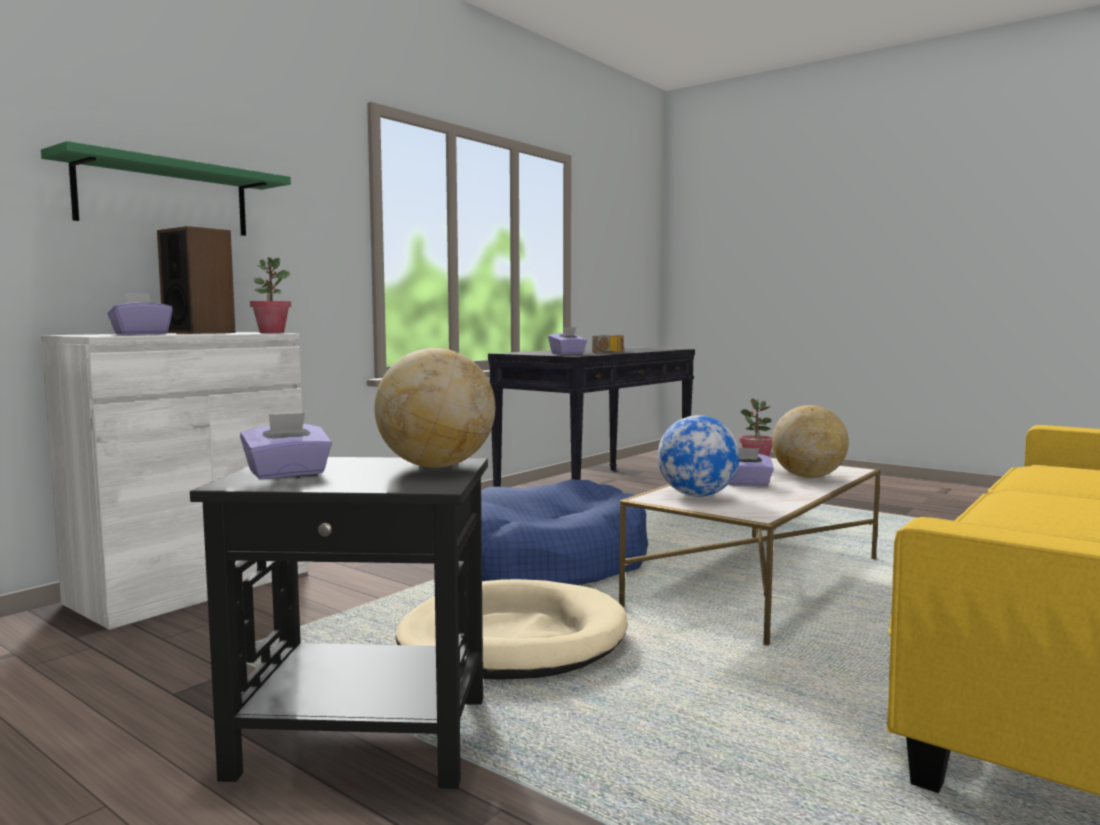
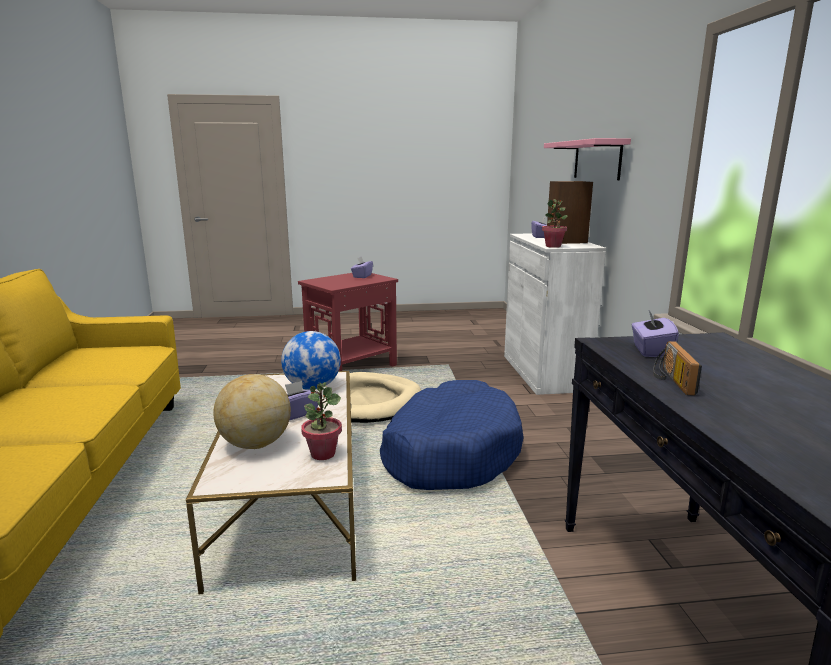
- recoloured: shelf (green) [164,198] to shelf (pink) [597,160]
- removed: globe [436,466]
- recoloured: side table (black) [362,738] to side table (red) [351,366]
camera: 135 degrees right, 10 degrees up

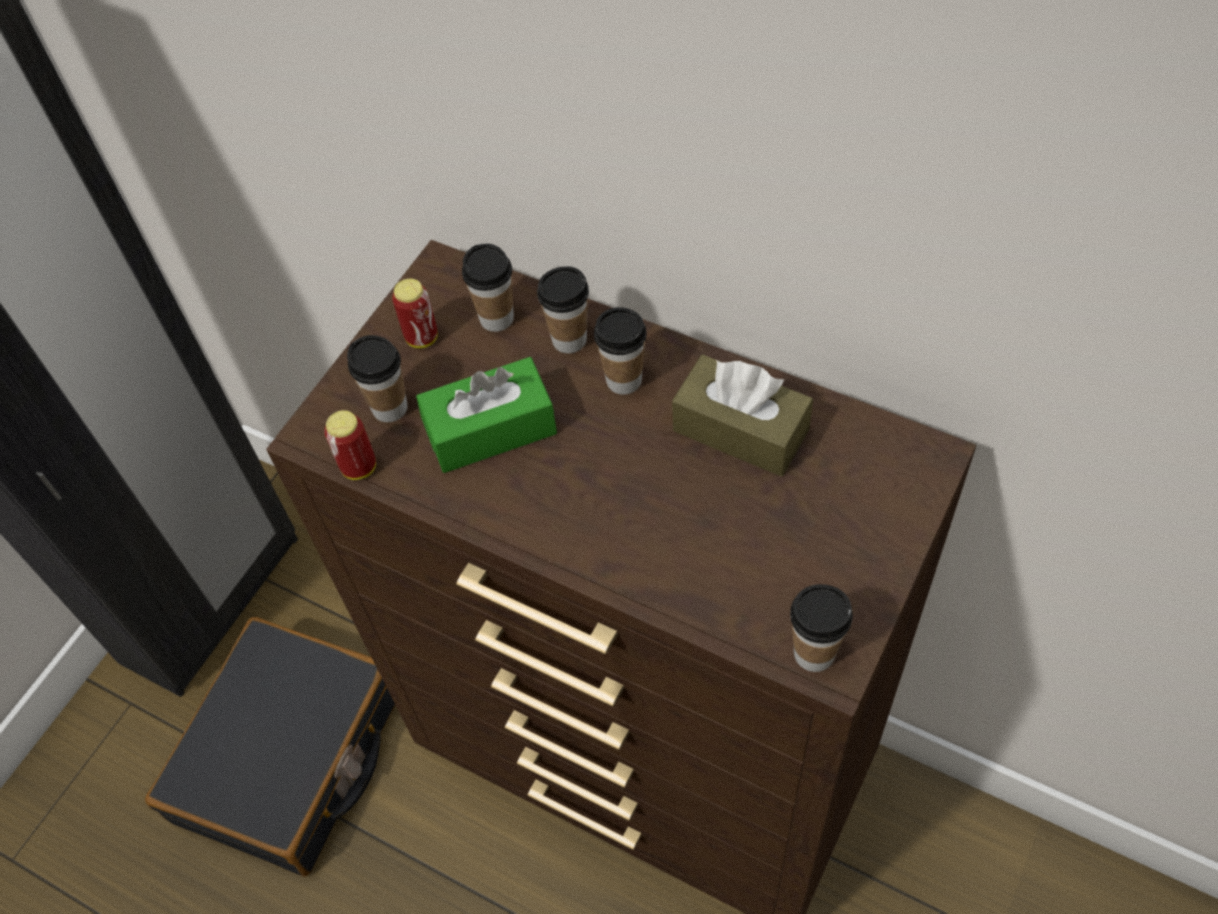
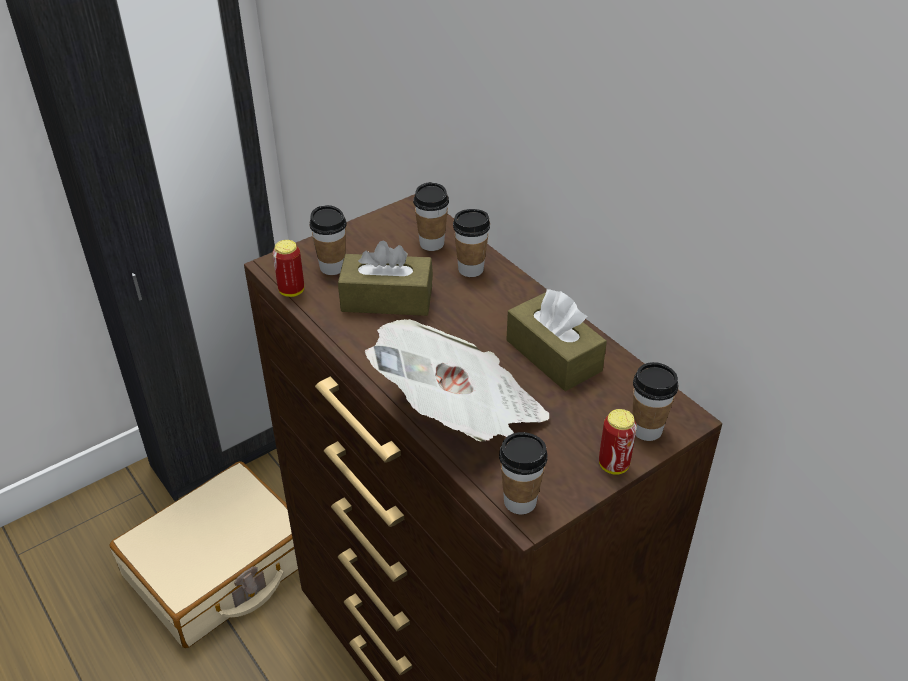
- moved: can [422,337] to [613,465]
- moved: cup [624,380] to [646,430]
- recoloured: tissue box (green) [490,429] to tissue box (brown) [387,299]
- recoloured: suitcase (black) [290,757] to suitcase (beige) [219,568]
- added: newspaper [460,414]
camera: 20 degrees right, 15 degrees down

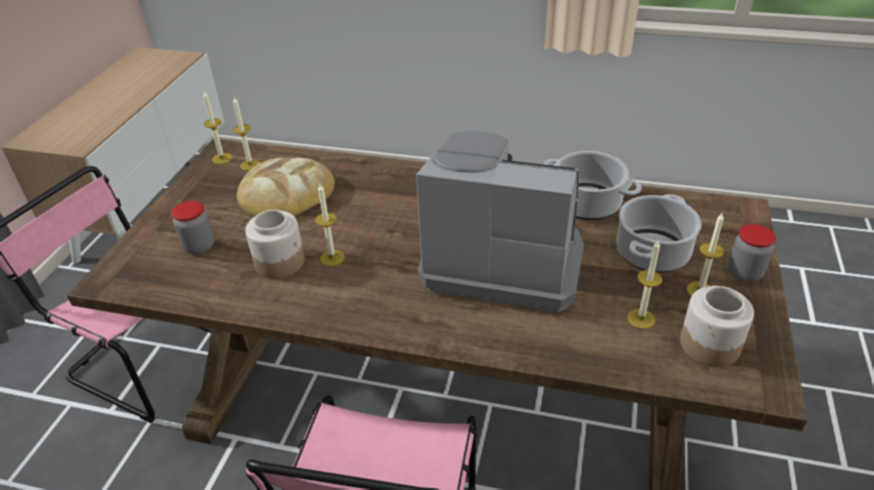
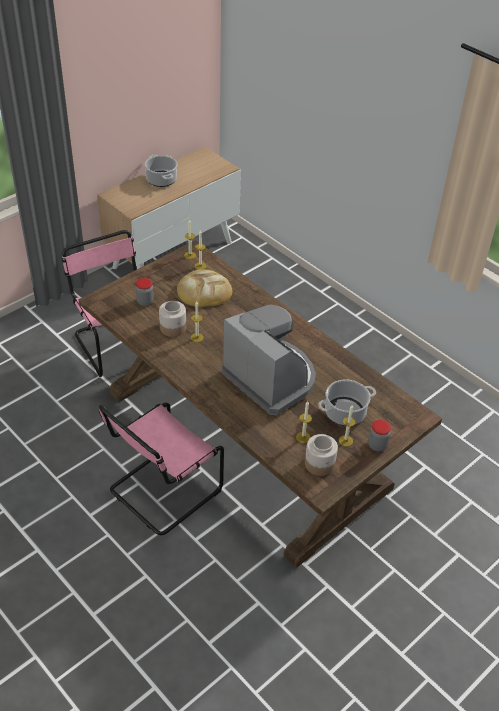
- moved: cooking pot [586,204] to [161,180]
camera: 30 degrees right, 5 degrees up

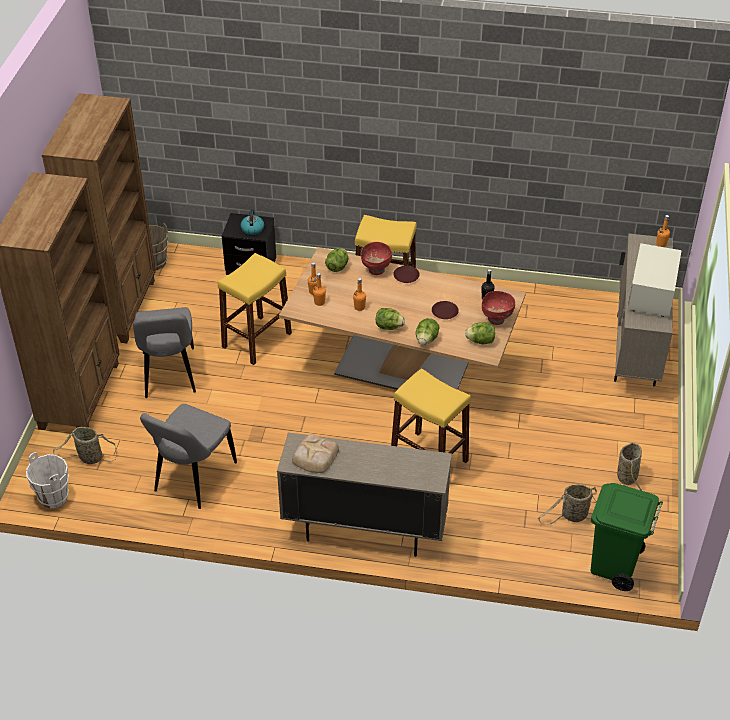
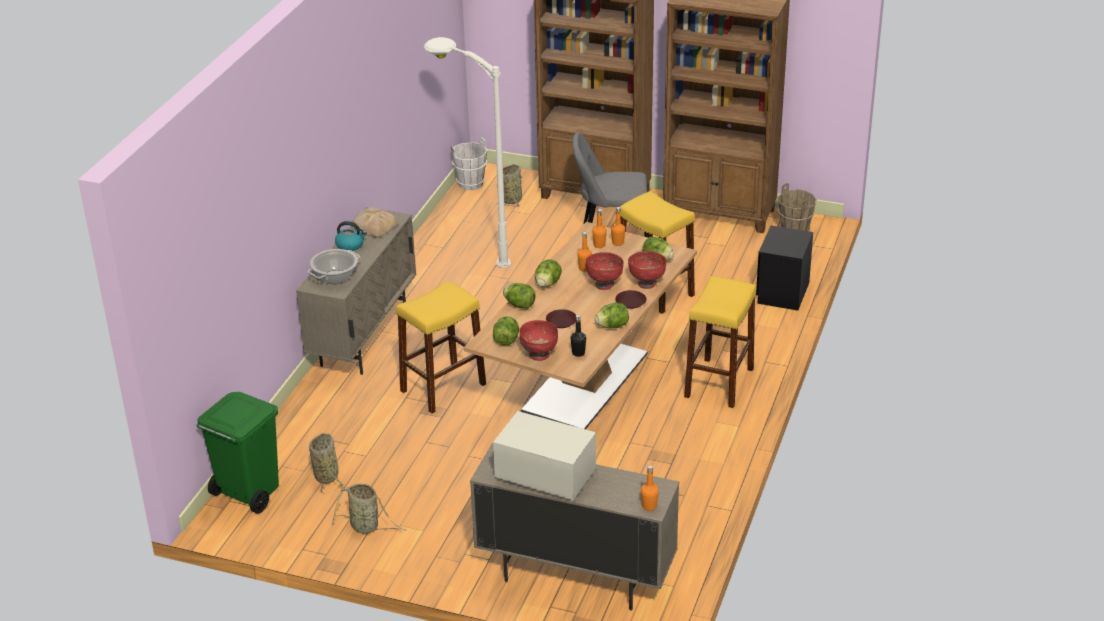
- moved: kettle [252,228] to [350,245]
- replaced: chair (grey) [193,479] to floor lamp (white) [466,250]
- added: cooking pot [335,277]
- added: bowl (red) [604,284]
- added: lettuce [612,326]
camera: 100 degrees right, 10 degrees down

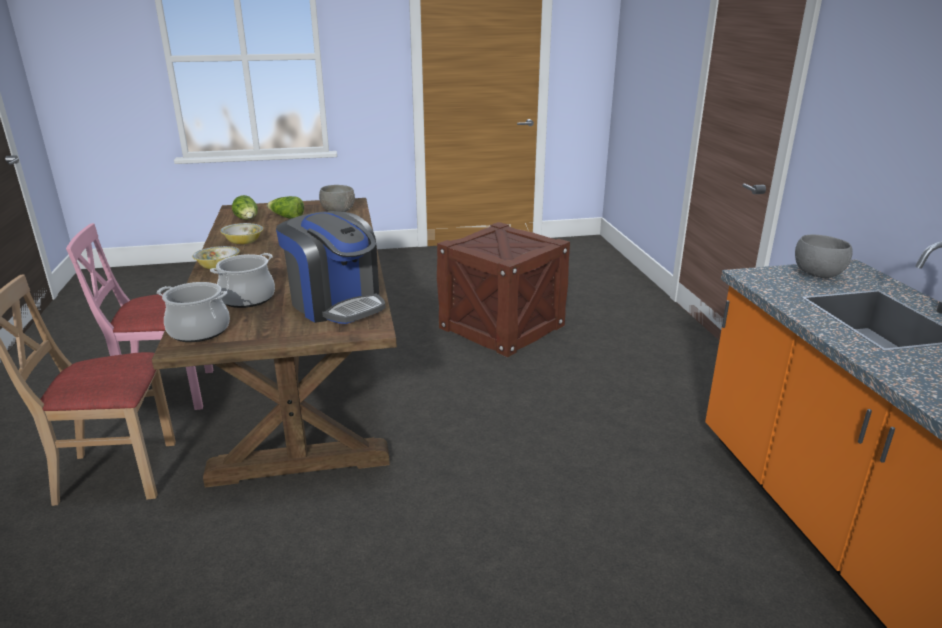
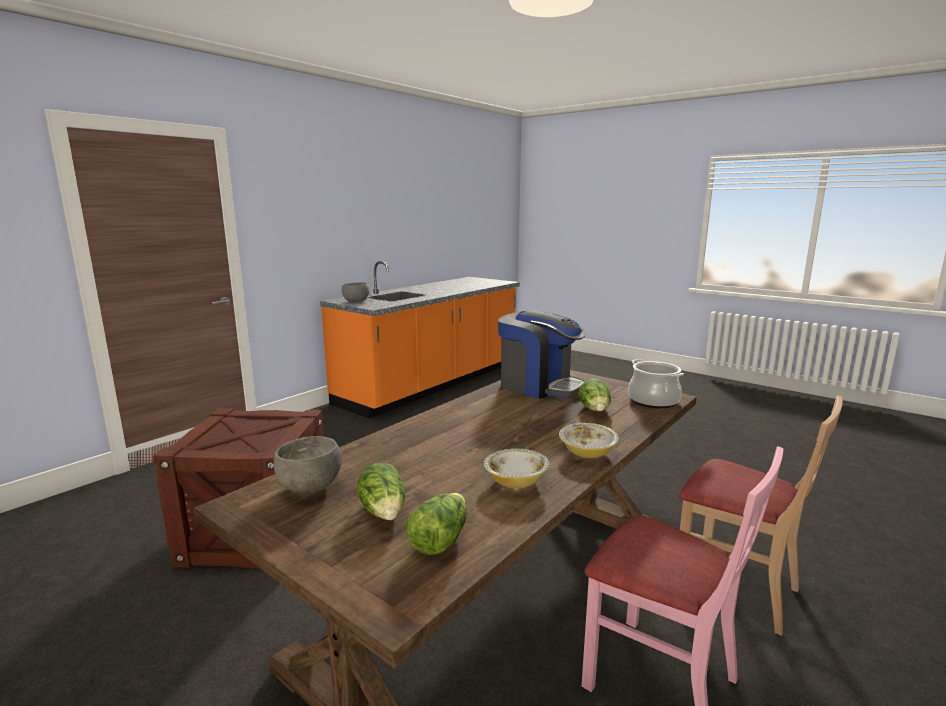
- turned: coffee machine [336,304] = [539,386] 120 degrees clockwise
- replaced: cooking pot [247,298] to lettuce [595,410]
camera: 130 degrees left, 10 degrees down

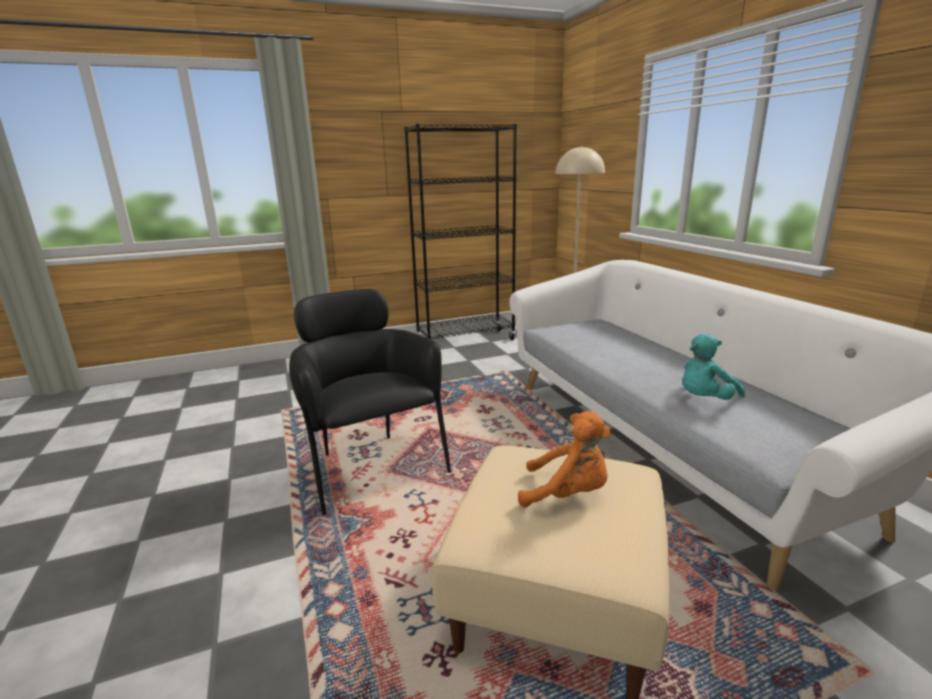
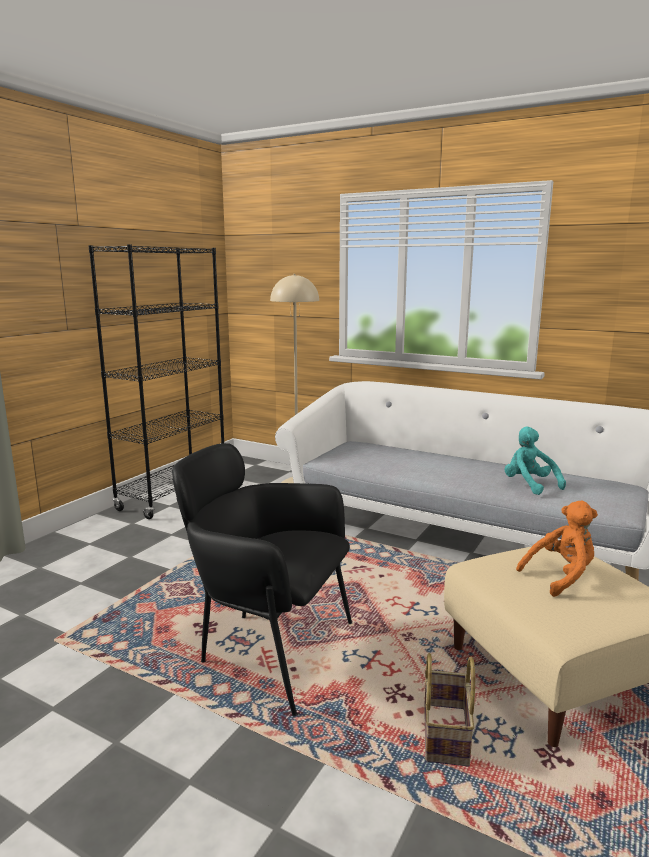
- turned: plush toy (turquoise) [704,399] = [529,485] 135 degrees clockwise
- added: basket [447,737]
camera: 40 degrees left, 5 degrees down

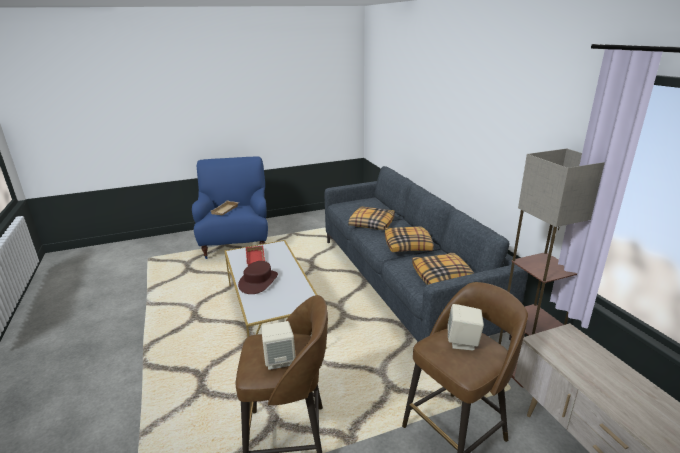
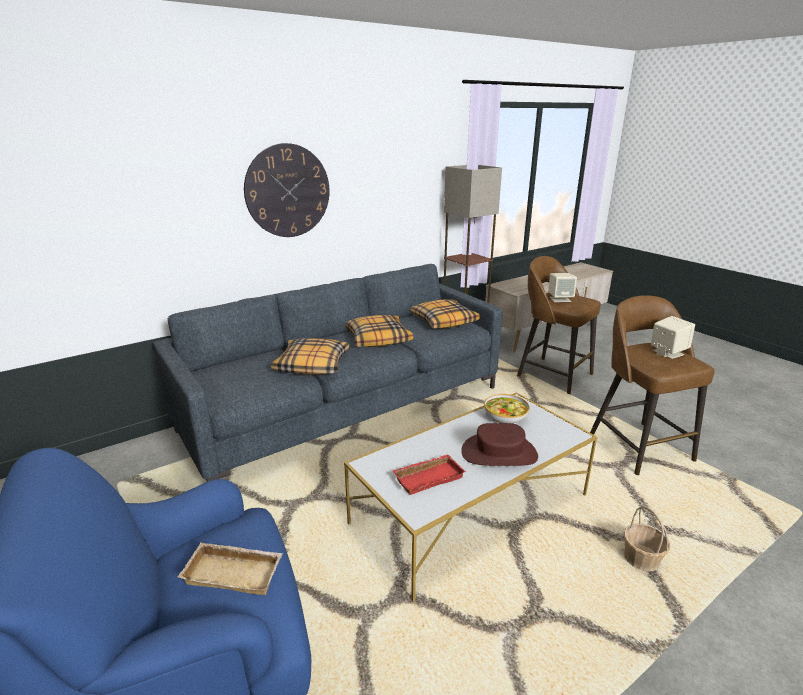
- added: wall clock [288,191]
- added: bowl [505,417]
- added: basket [641,559]
camera: 105 degrees left, 0 degrees up

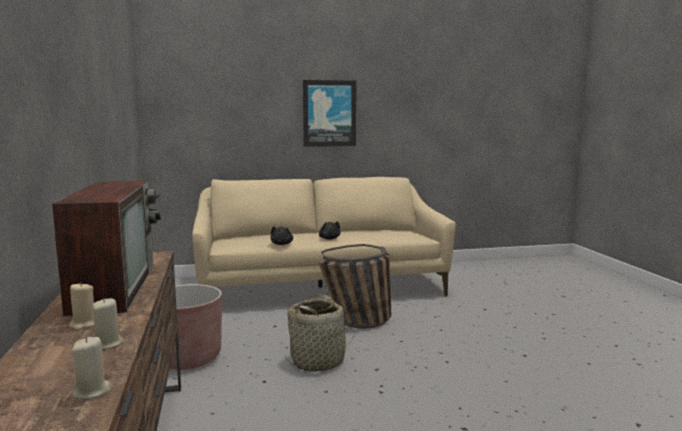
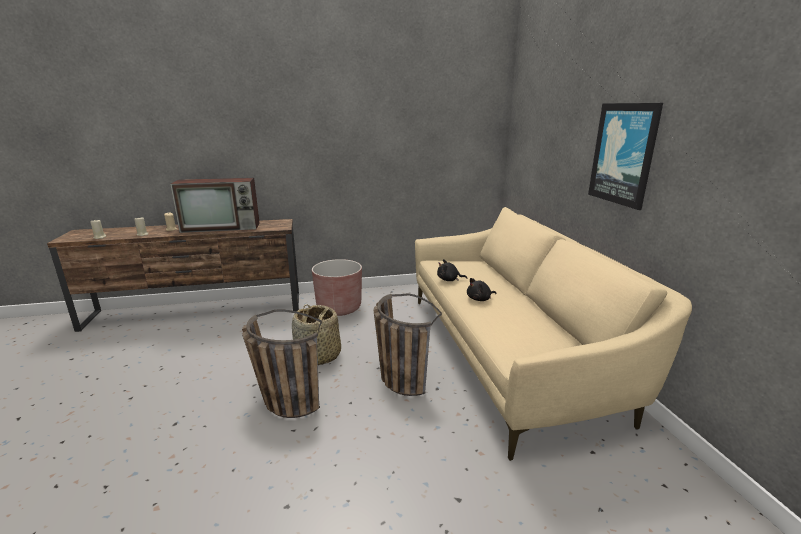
- added: basket [281,401]
camera: 90 degrees right, 10 degrees up

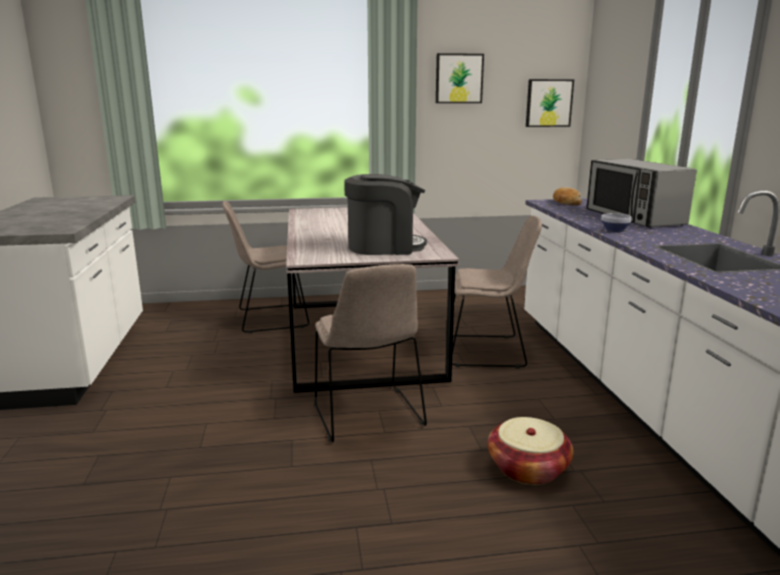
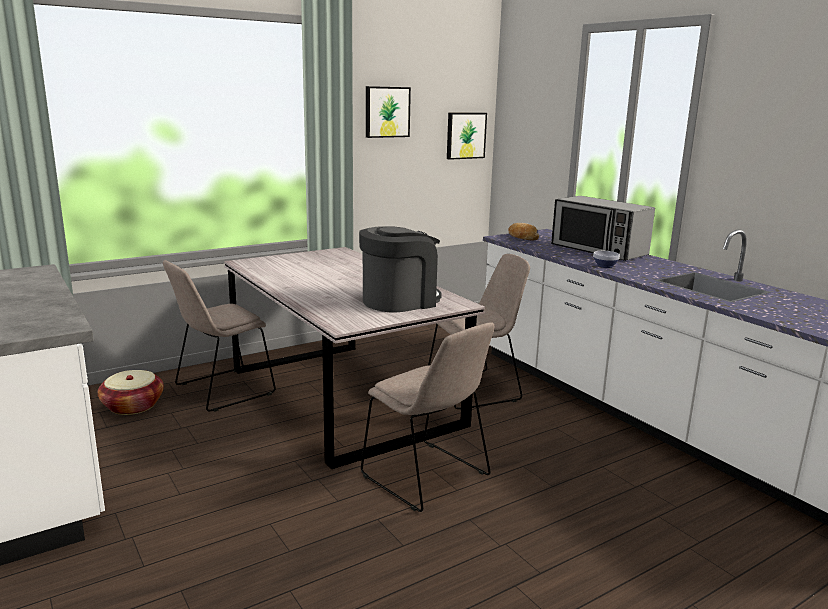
- moved: basket [528,468] to [133,406]
camera: 25 degrees left, 0 degrees up

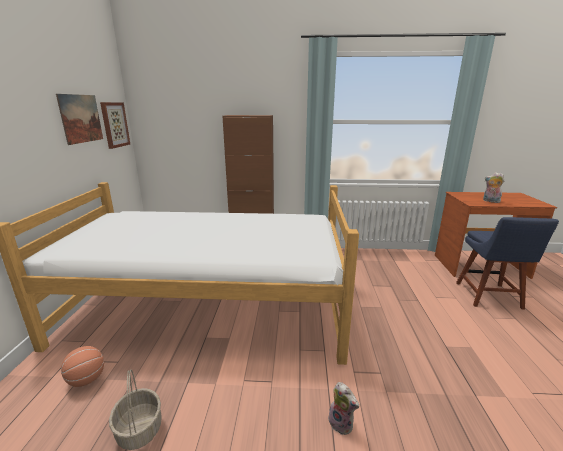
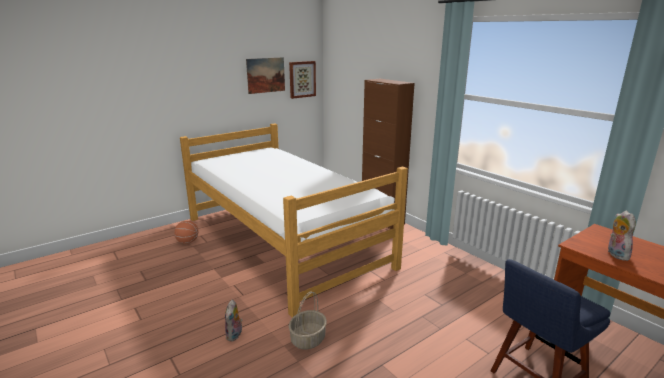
- moved: basket [139,429] to [308,339]
camera: 50 degrees right, 0 degrees up

